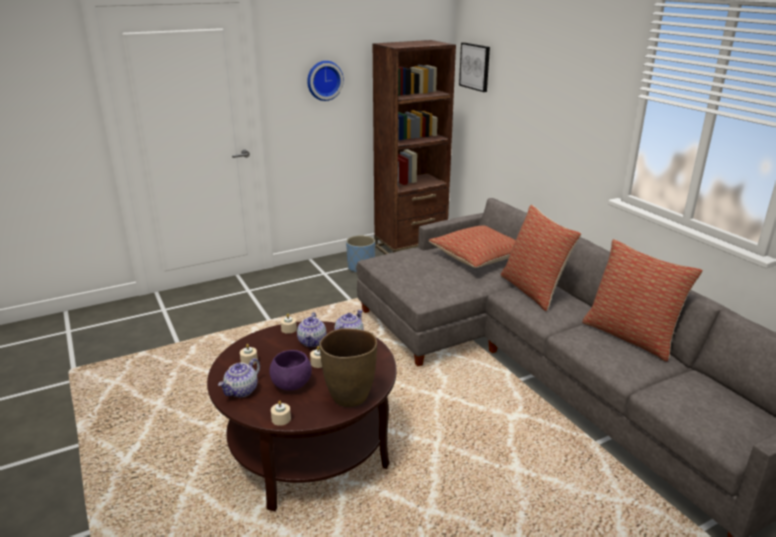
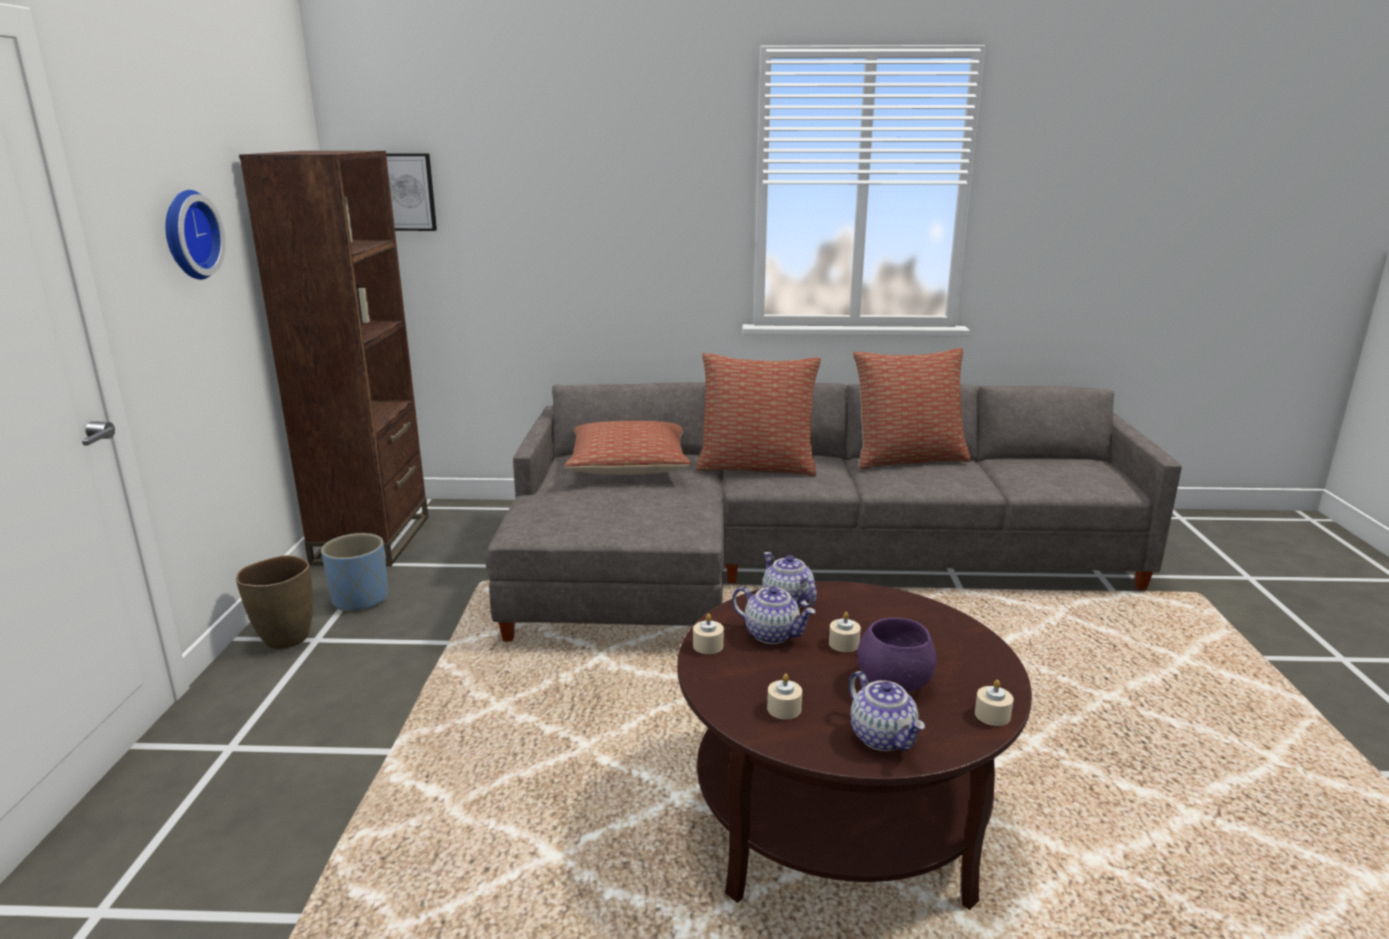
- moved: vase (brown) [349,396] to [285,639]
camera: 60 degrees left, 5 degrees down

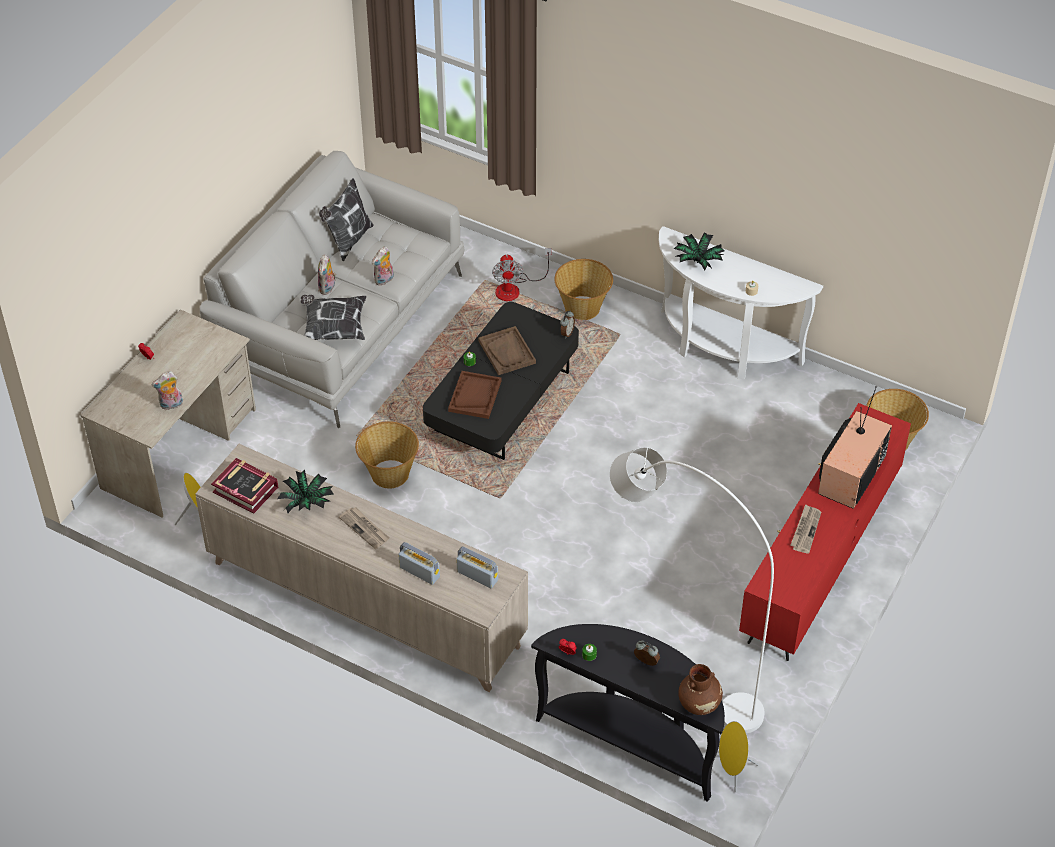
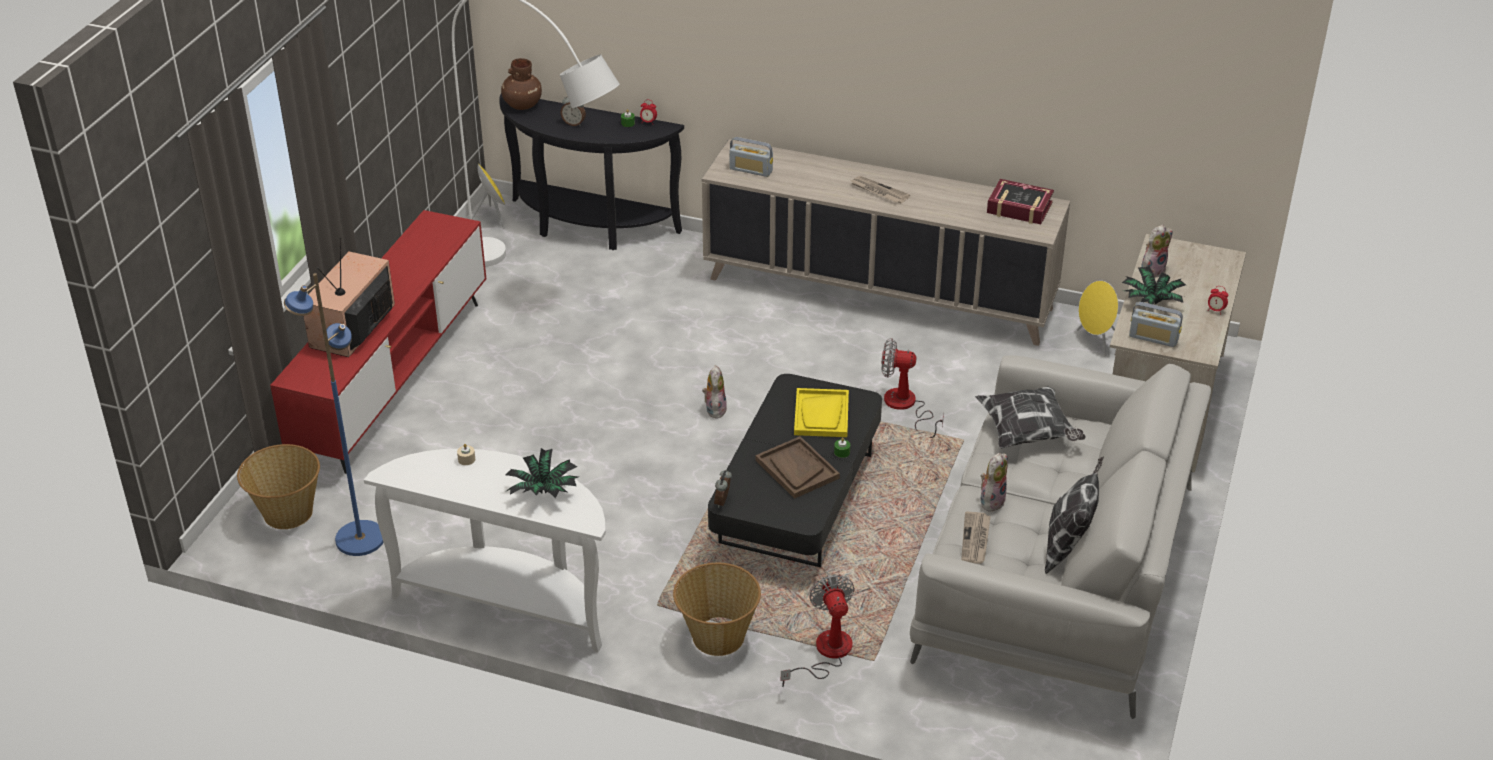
- moved: plush toy [327,288] to [714,409]
- recoloured: tray (brown) [474,396] to tray (yellow) [821,415]
- replaced: basket [389,474] to fan [906,406]
- moved: potted plant [306,503] to [1151,301]
- moved: newspaper [805,530] to [975,540]
- moved: radio [419,572] to [1153,338]
- added: floor lamp (blue) [359,539]
camera: 170 degrees right, 10 degrees down

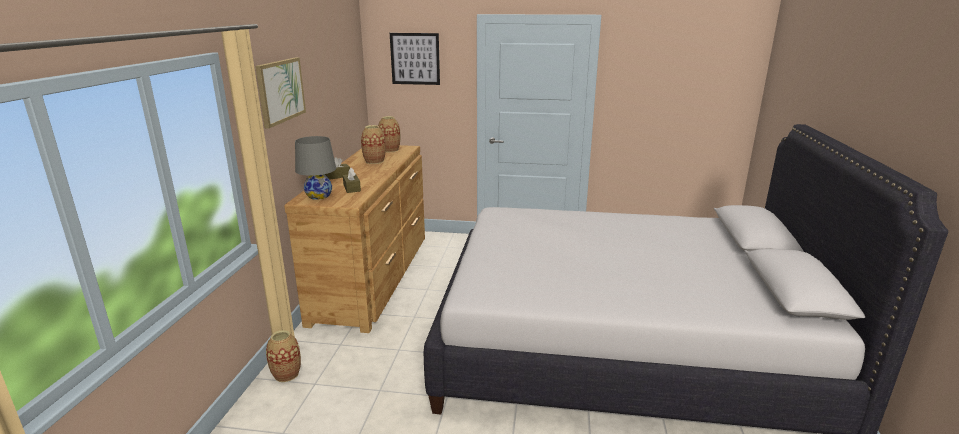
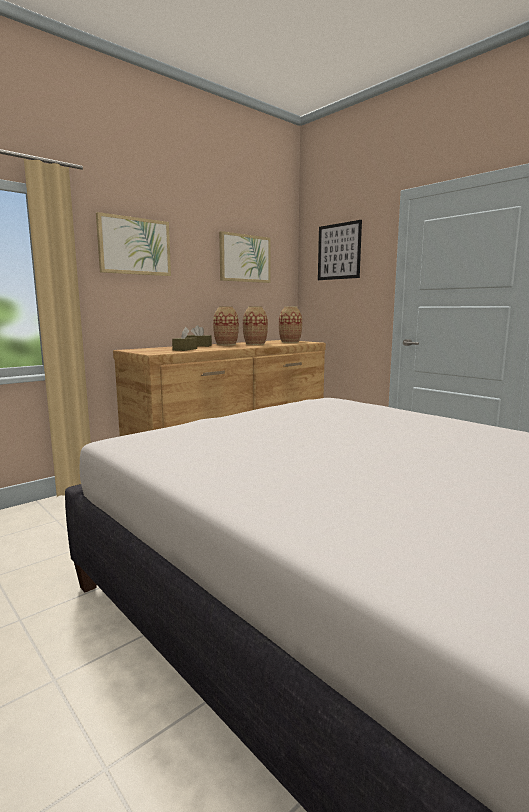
- removed: table lamp (grey) [319,196]
- moved: vase [286,374] to [226,344]
- added: picture [244,258]
camera: 40 degrees right, 10 degrees down

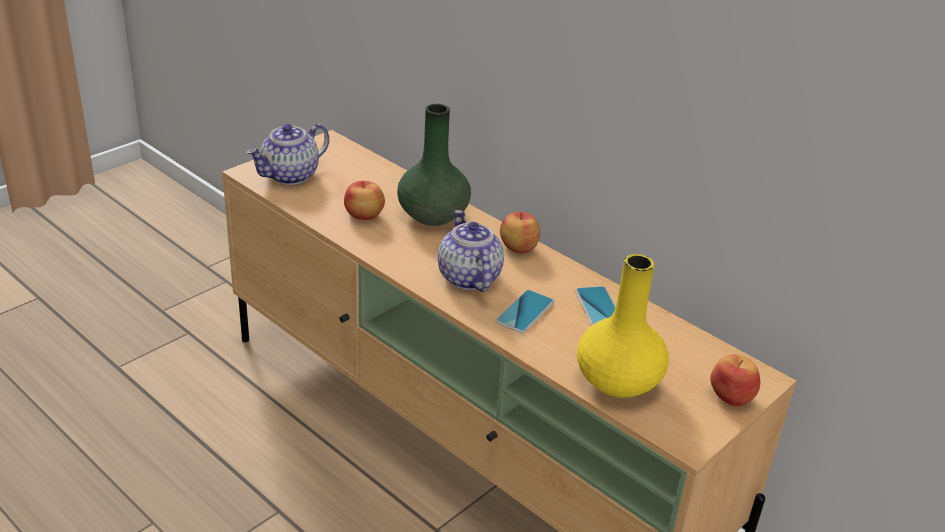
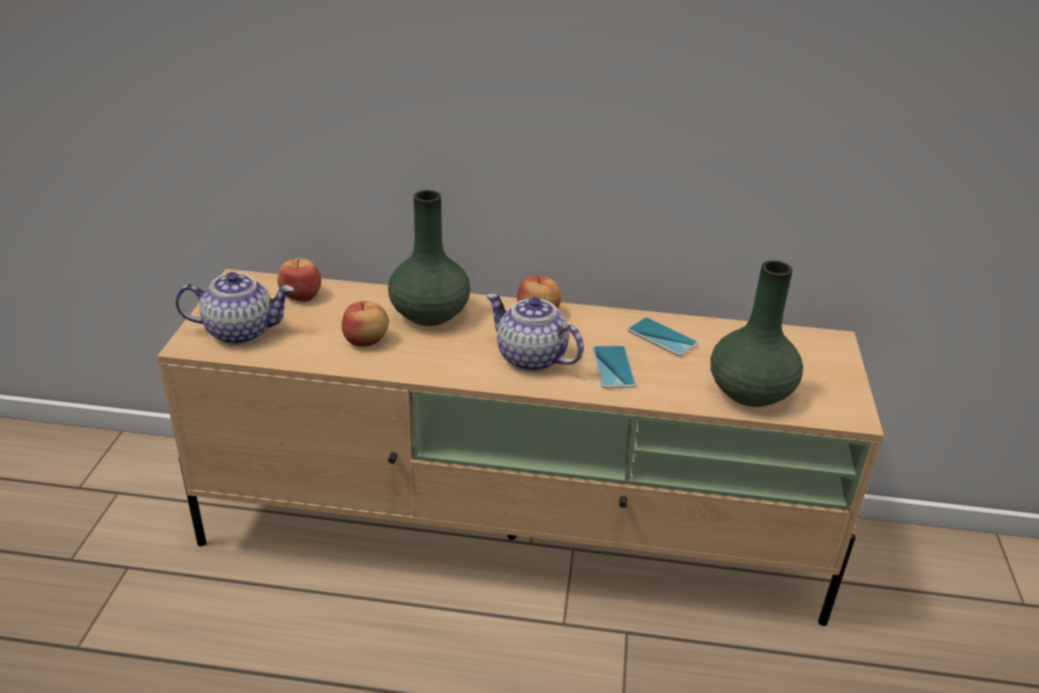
- turned: teapot [290,176] = [241,331] 105 degrees counterclockwise
- recoloured: vase (yellow) [618,381] to vase (green) [750,392]
- moved: apple [731,395] to [301,295]
camera: 35 degrees left, 0 degrees up

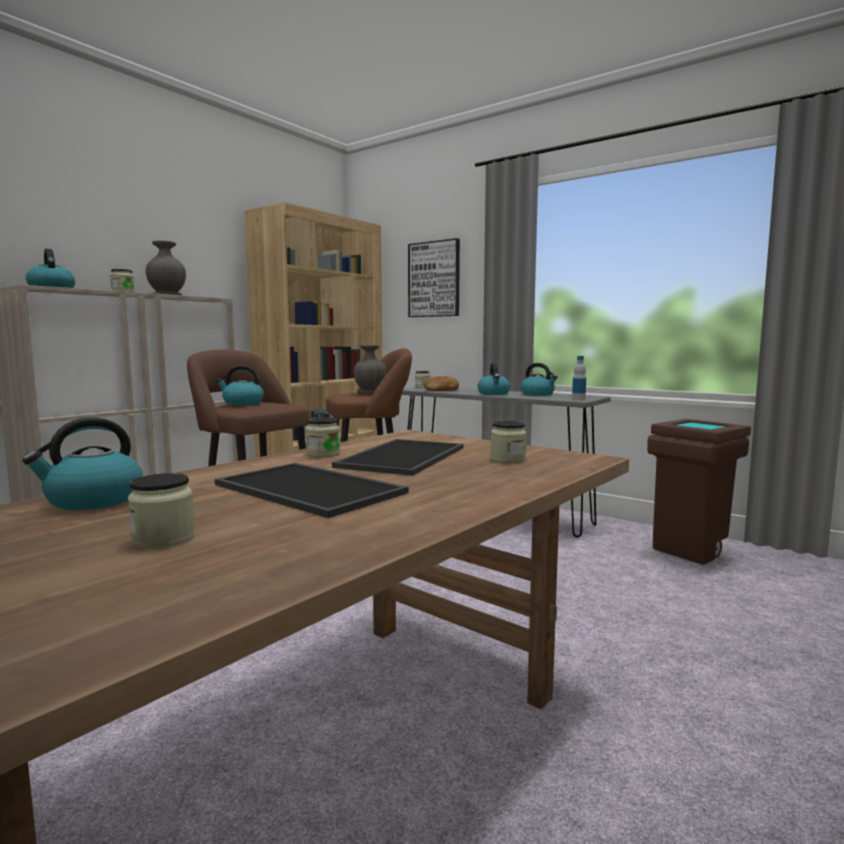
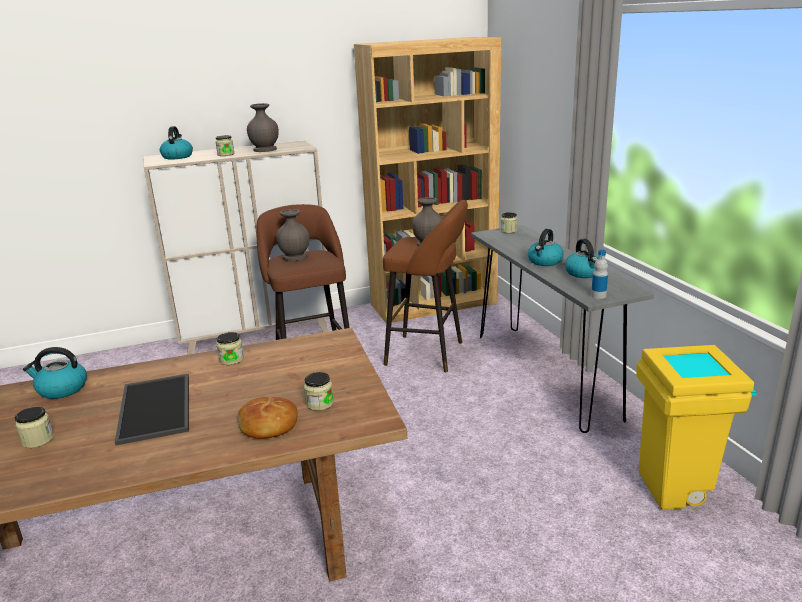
- removed: picture [434,279]
- replaced: kettle [242,403] to vase (grey) [295,257]
- moved: bread [442,390] to [268,426]
- recoloured: trash can (brown) [692,551] to trash can (yellow) [679,489]
- removed: tray [401,456]
camera: 35 degrees right, 15 degrees up

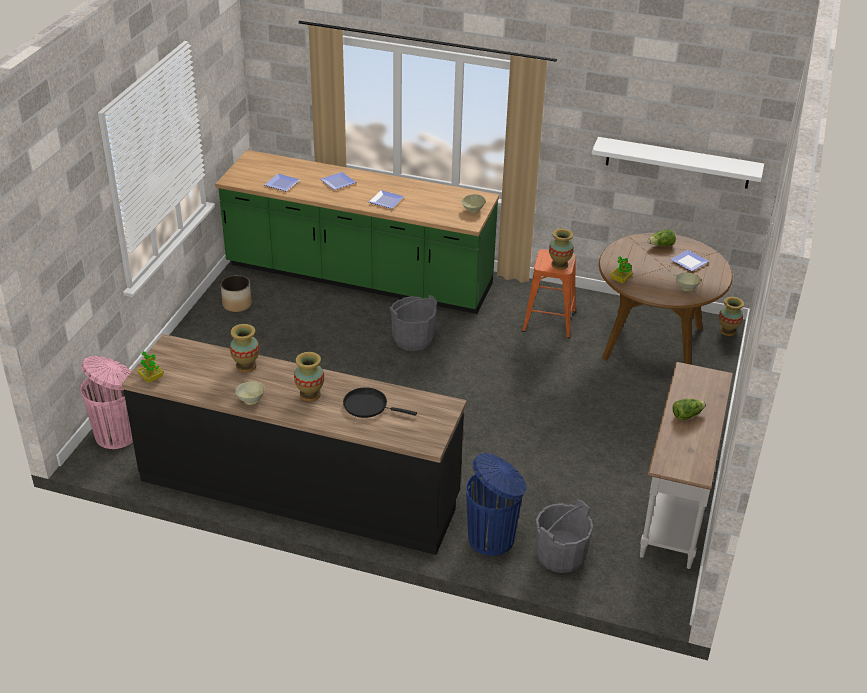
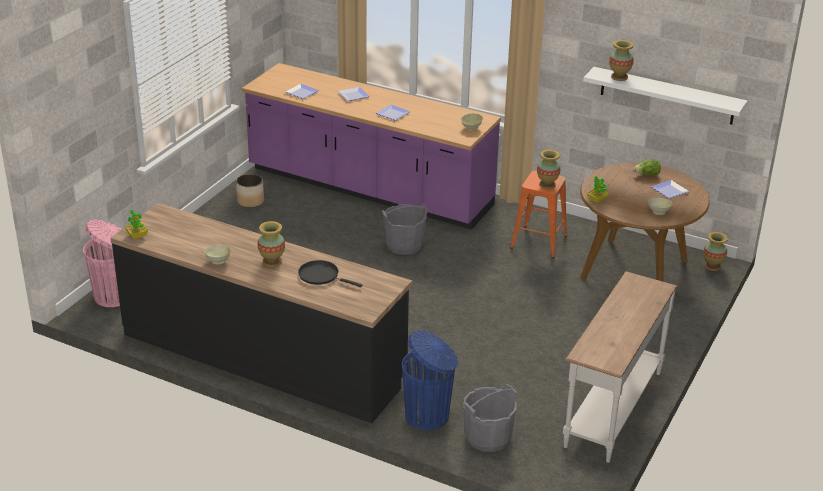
- recoloured: counter (green) [358,277] to counter (purple) [369,188]
- moved: vase [246,366] to [619,77]
- removed: lettuce [686,415]
camera: 10 degrees right, 5 degrees down

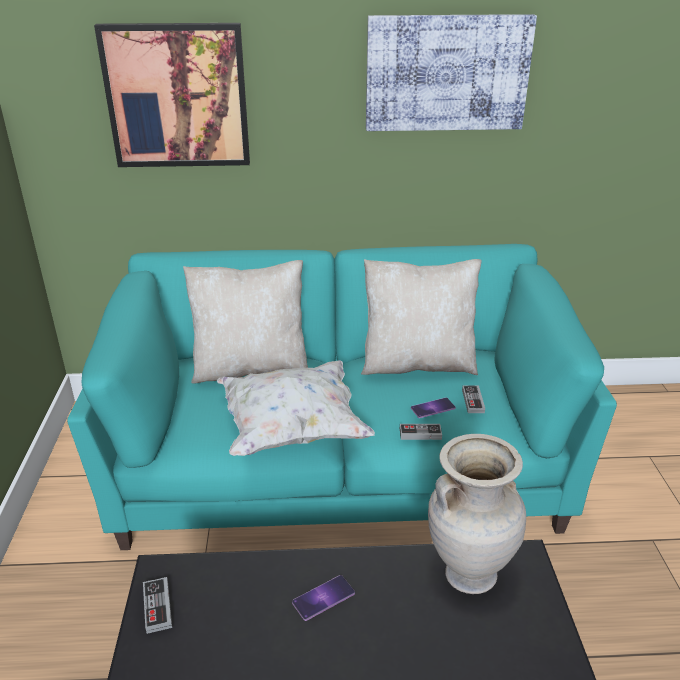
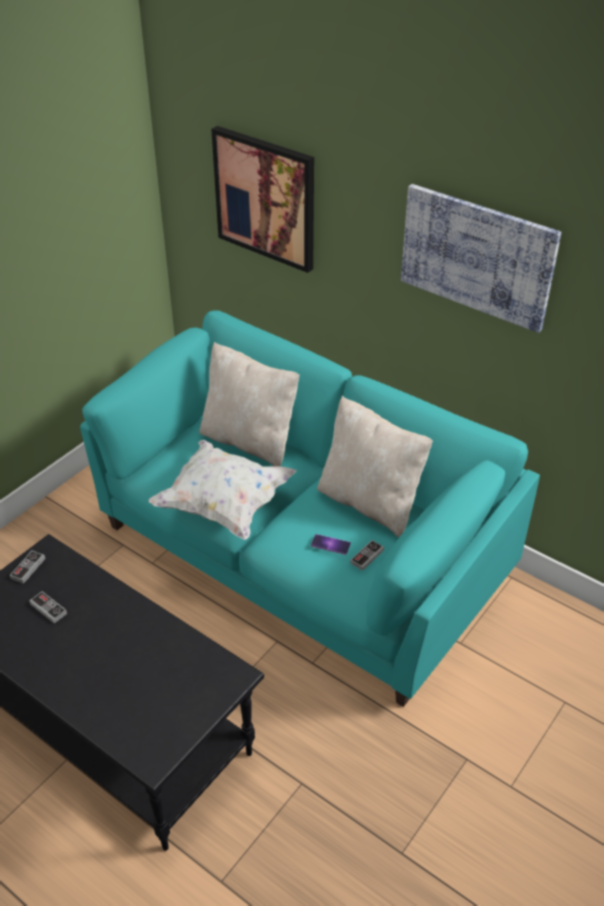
- moved: game controller [420,434] to [48,608]
- removed: vase (beige) [468,574]
- removed: phone [323,597]
camera: 40 degrees right, 10 degrees up

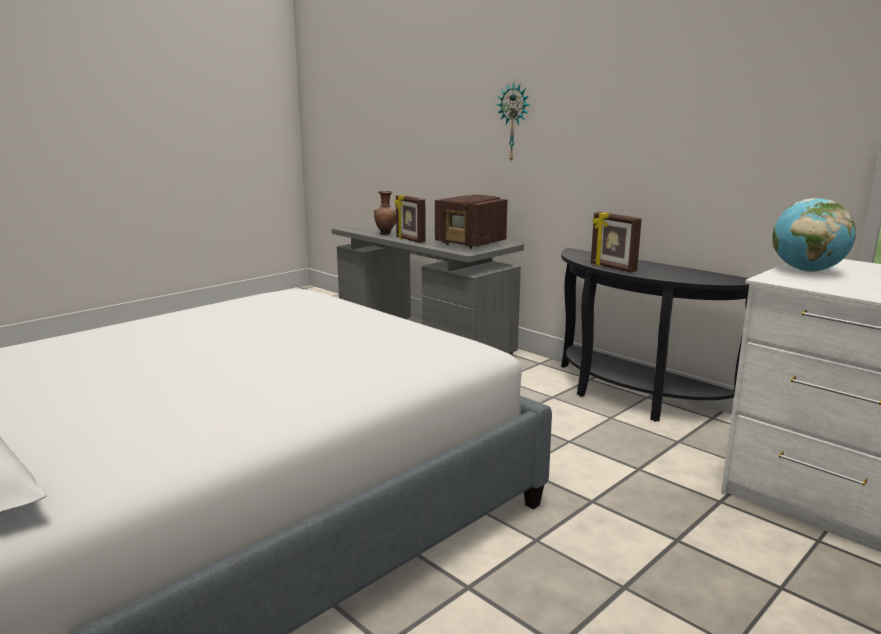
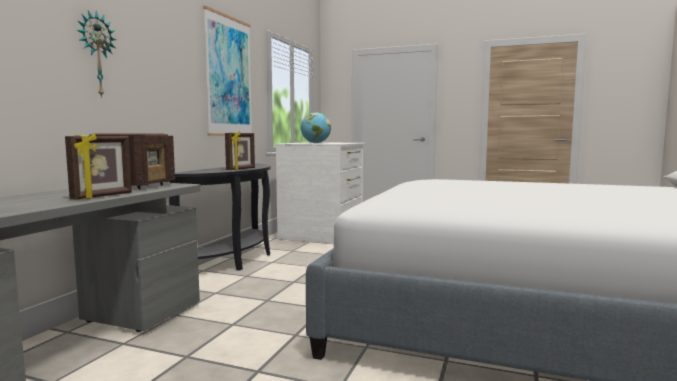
- removed: vase (brown) [386,234]
- added: picture [229,77]
camera: 115 degrees left, 10 degrees down

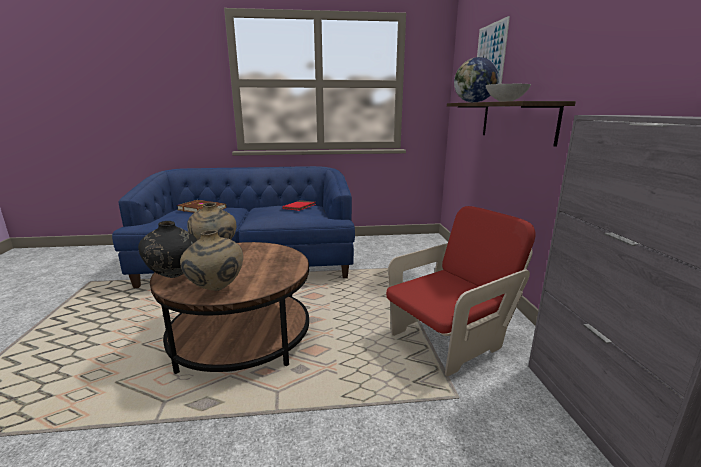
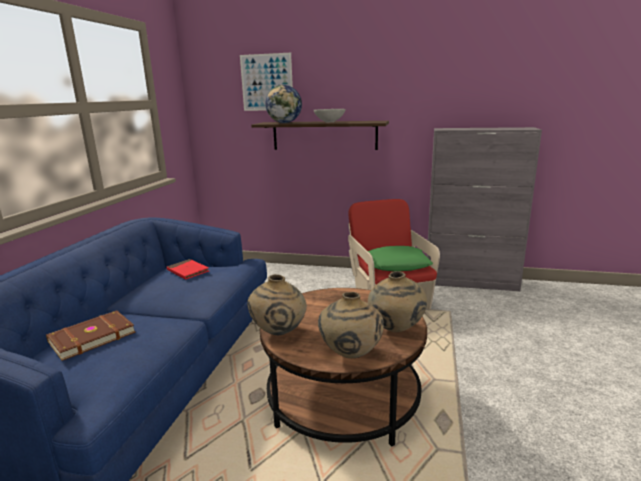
- recoloured: vase (black) [174,276] to vase (beige) [350,356]
- added: pillow (green) [397,264]
camera: 70 degrees left, 0 degrees up

